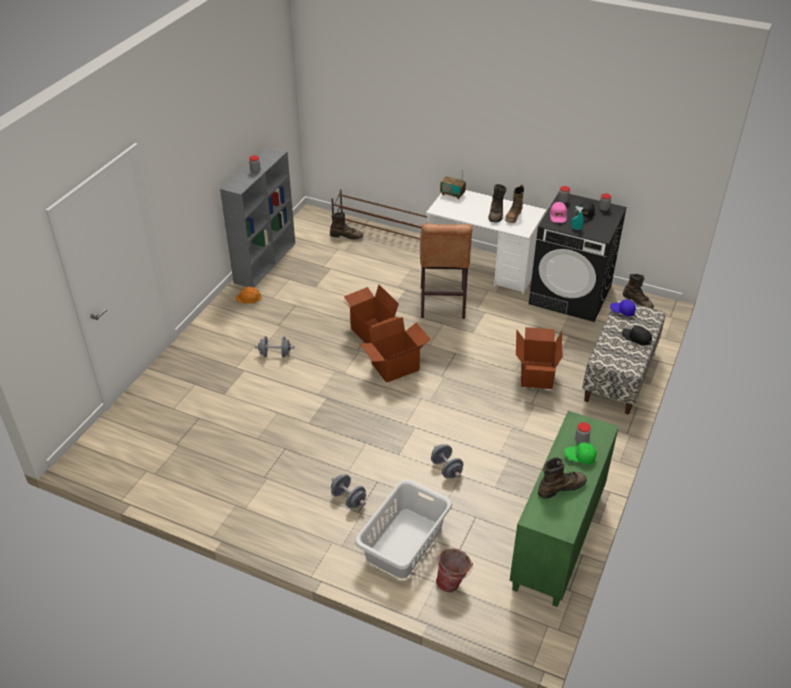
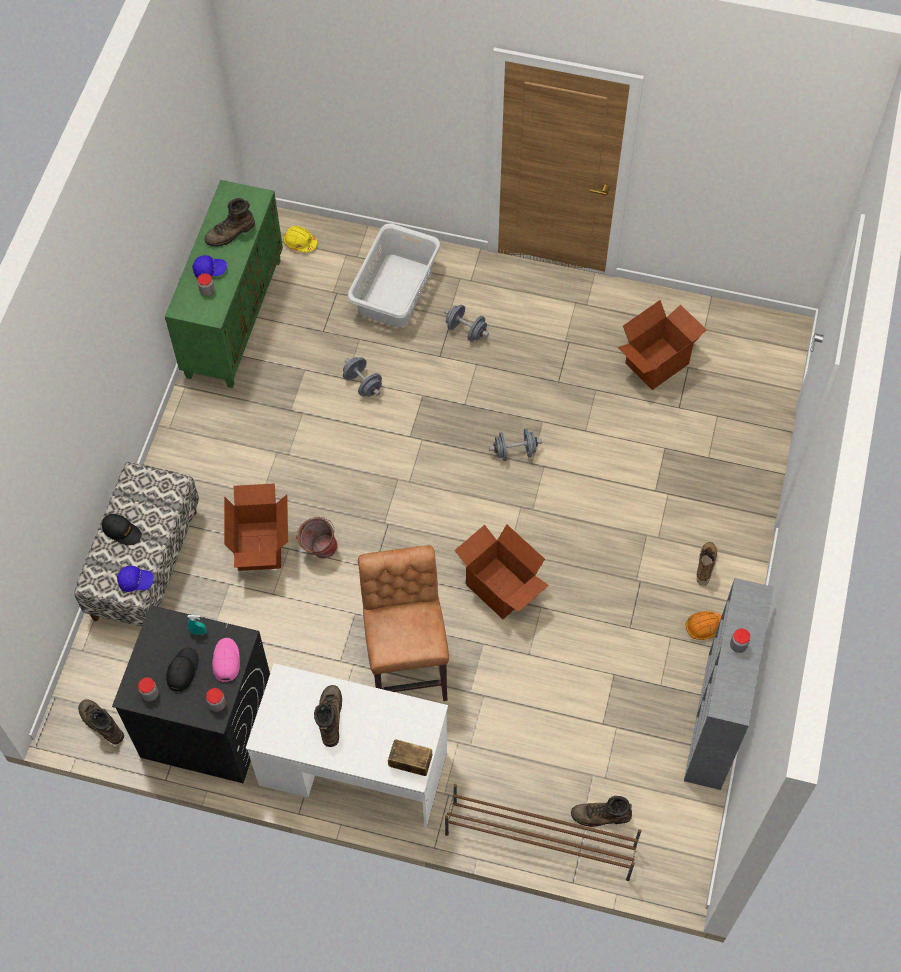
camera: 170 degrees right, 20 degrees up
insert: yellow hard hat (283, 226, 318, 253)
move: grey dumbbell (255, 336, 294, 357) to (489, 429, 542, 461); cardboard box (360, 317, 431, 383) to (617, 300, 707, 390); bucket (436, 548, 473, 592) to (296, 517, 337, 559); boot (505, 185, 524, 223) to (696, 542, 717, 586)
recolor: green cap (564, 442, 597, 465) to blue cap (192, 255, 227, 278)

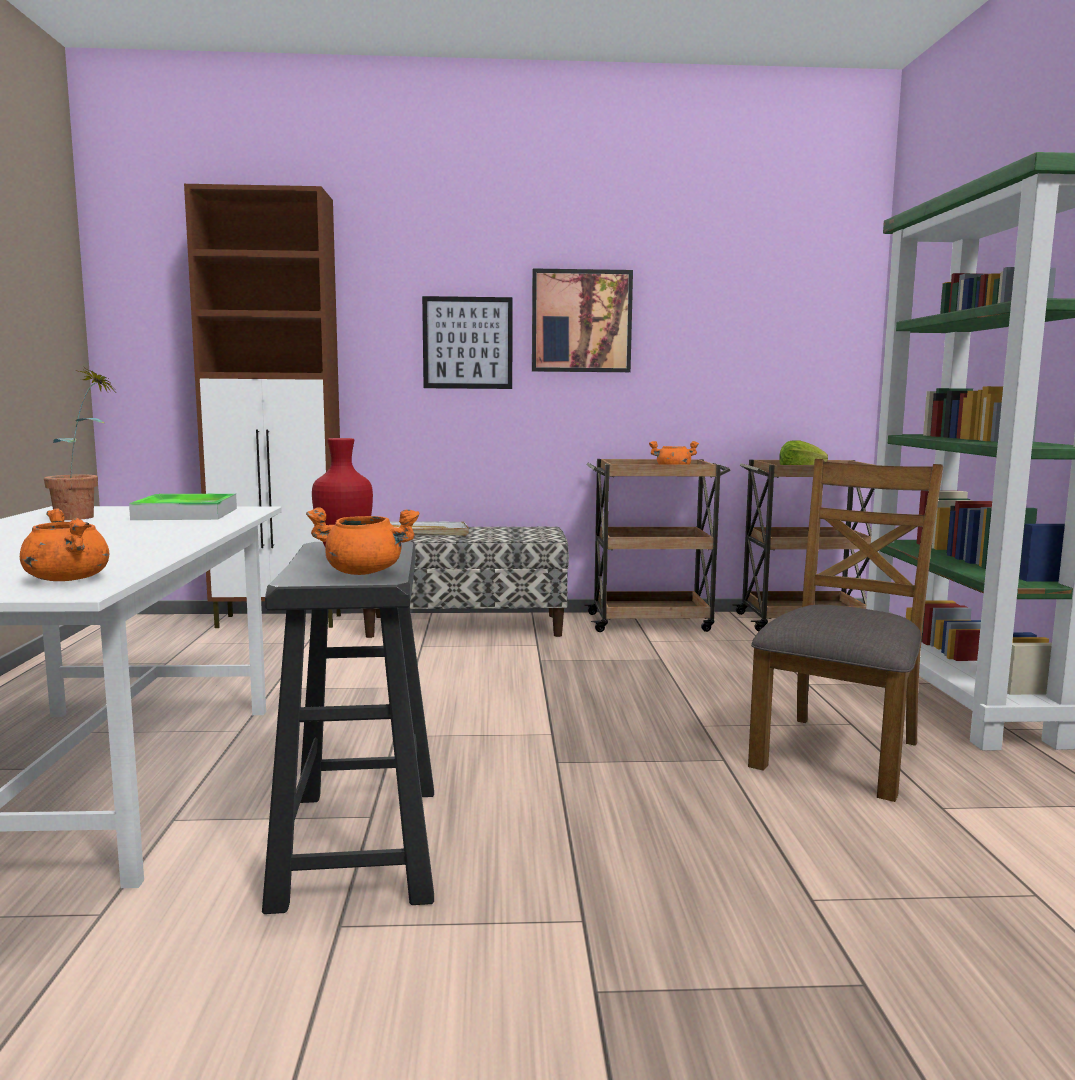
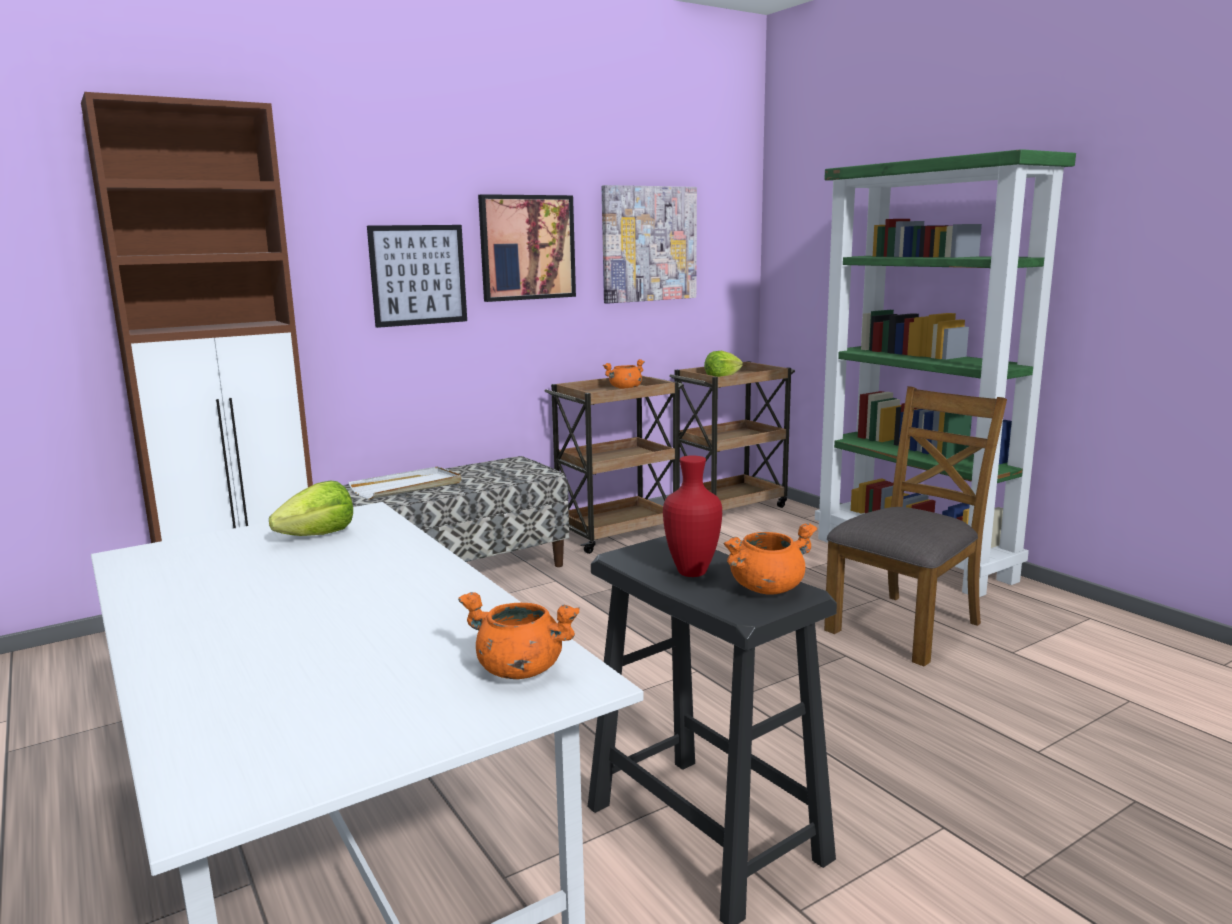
camera: 30 degrees left, 5 degrees up
delete: potted plant (44, 366, 115, 520)
insert: picture (602, 185, 697, 304)
replace: tray (129, 493, 237, 520) to lettuce (269, 481, 353, 536)
rotate: brown chair (748, 459, 943, 802) = (824, 386, 1007, 666) 45 degrees clockwise

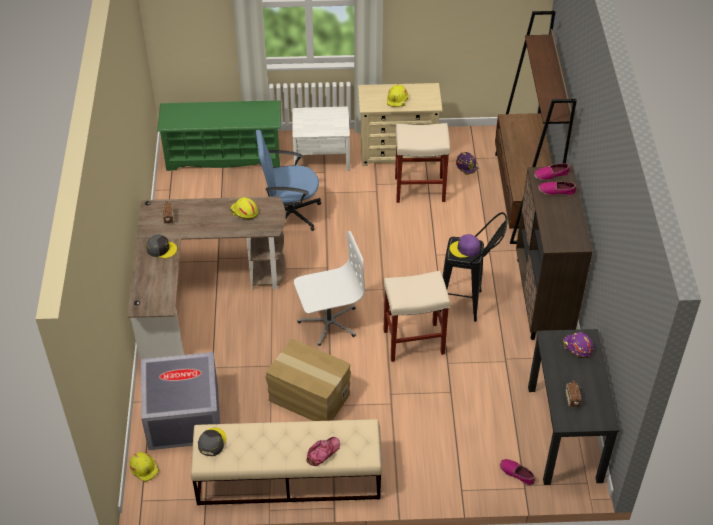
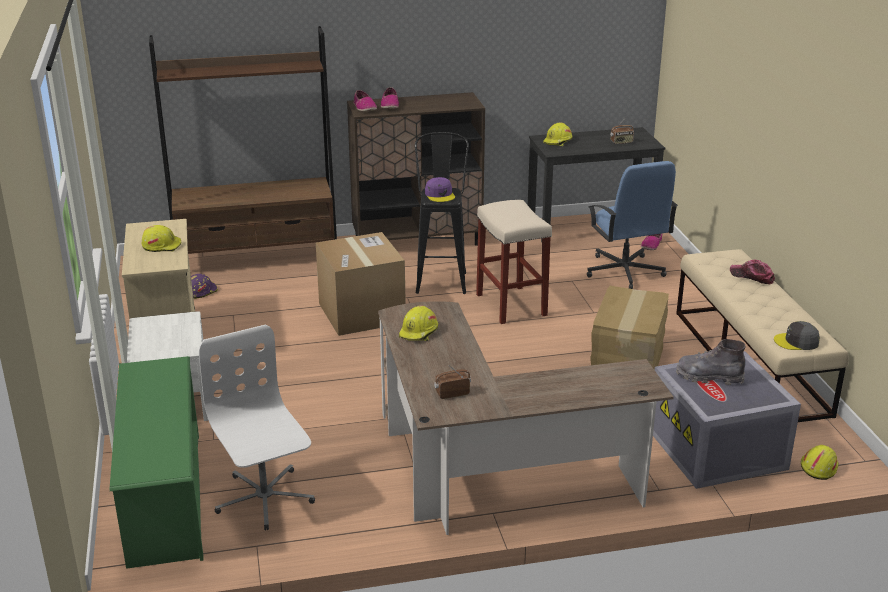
camera: 100 degrees left, 20 degrees down
delete: grey cap (146, 235, 177, 258); beige stool (395, 123, 450, 203)
insert: cardboard box (316, 232, 406, 336); grey boot (676, 339, 745, 385)
move: blue office chair (256, 130, 321, 231) to (587, 161, 678, 289); white office chair (294, 231, 365, 346) to (199, 324, 315, 530)
recolor: purple hard hat (563, 332, 594, 358) to yellow hard hat (543, 122, 573, 146)

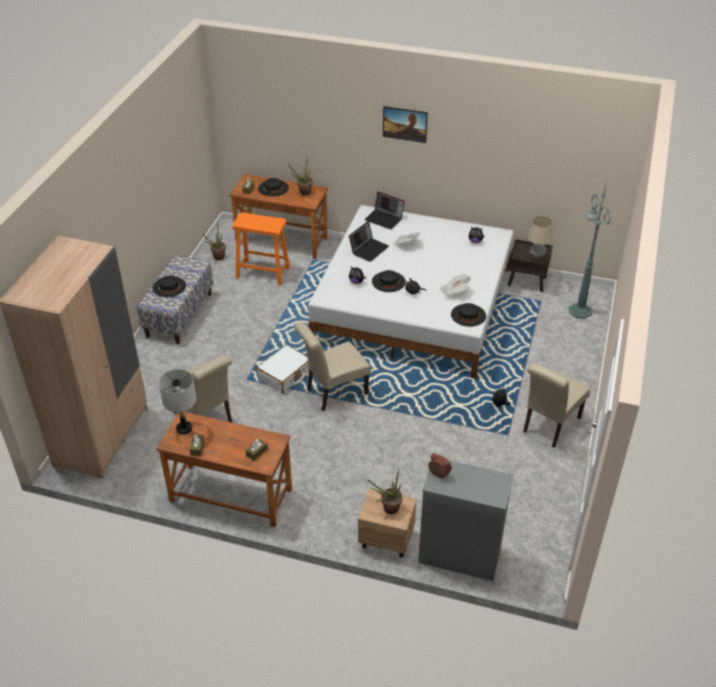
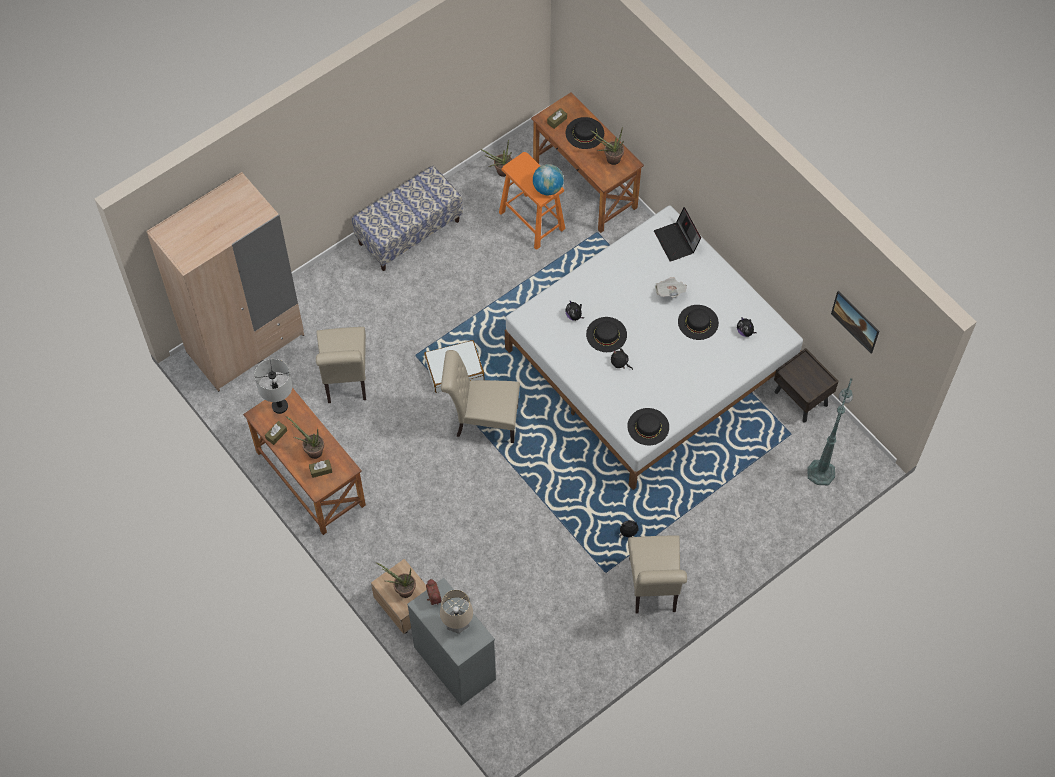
camera: 35 degrees right, 20 degrees up
delete: laptop (349, 221, 389, 262); newspaper (440, 274, 471, 297)
insert: potted plant (286, 416, 324, 459); globe (533, 164, 564, 195)
move: black hat (152, 275, 186, 297) to (678, 305, 719, 340); picture (383, 106, 428, 143) to (831, 291, 879, 354); table lamp (528, 216, 553, 260) to (440, 590, 473, 634)
rotate: beige chair (523, 363, 590, 448) = (628, 535, 687, 613) 75 degrees counterclockwise

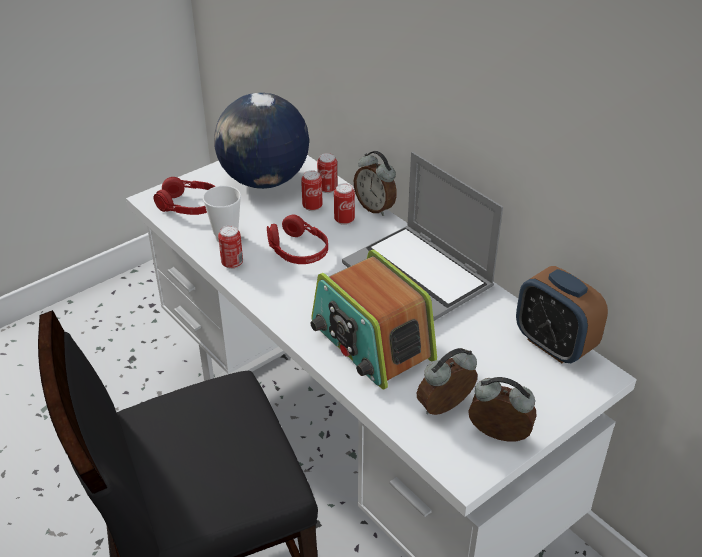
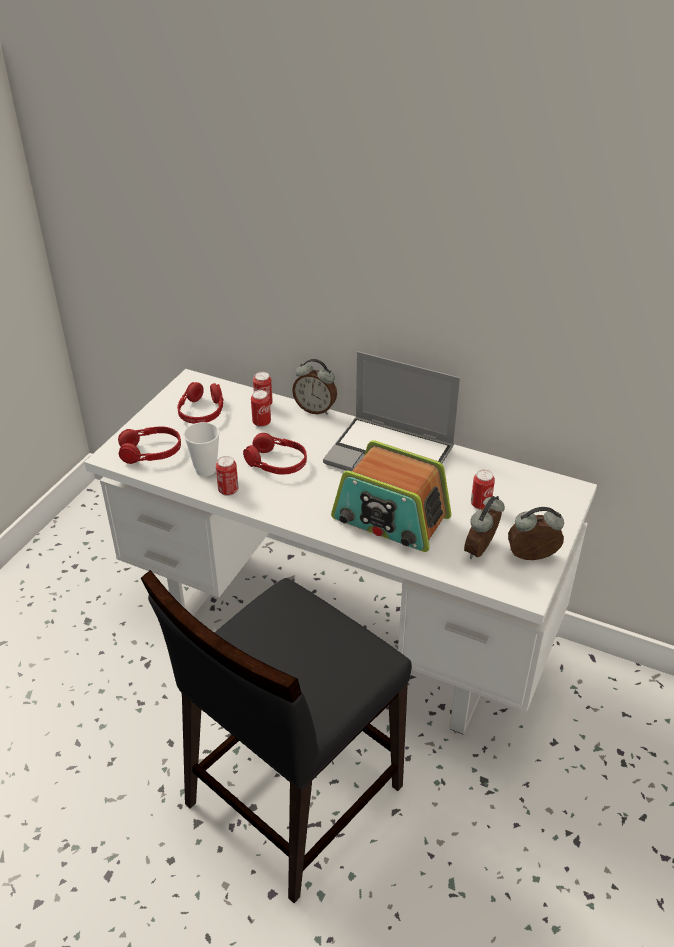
camera: 25 degrees left, 0 degrees up
delete: alarm clock (516, 266, 608, 363)
move: can (334, 183, 355, 225) to (471, 470, 495, 510)
replace: globe (214, 93, 309, 189) to red headphones (177, 382, 224, 424)

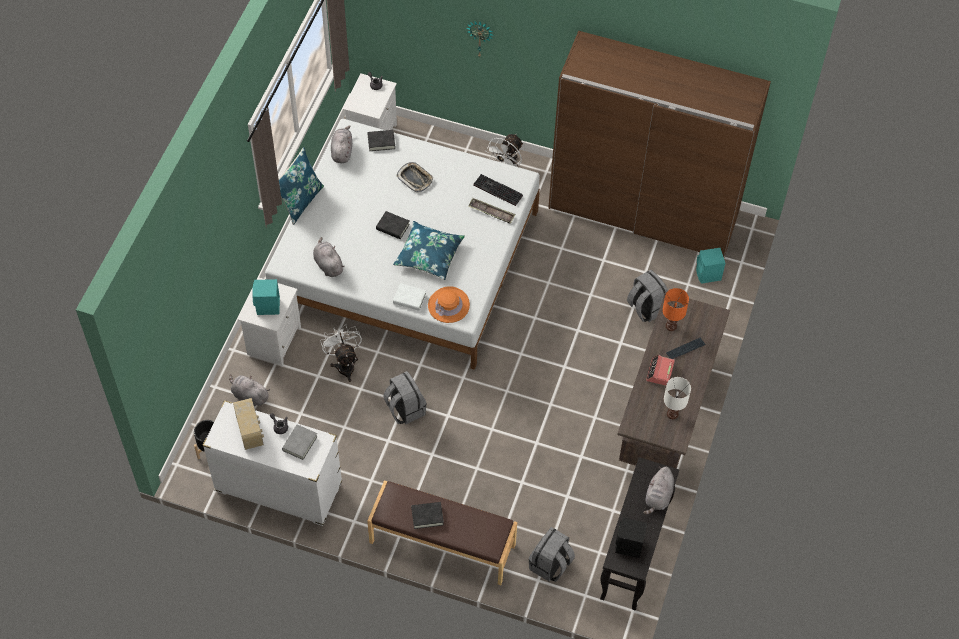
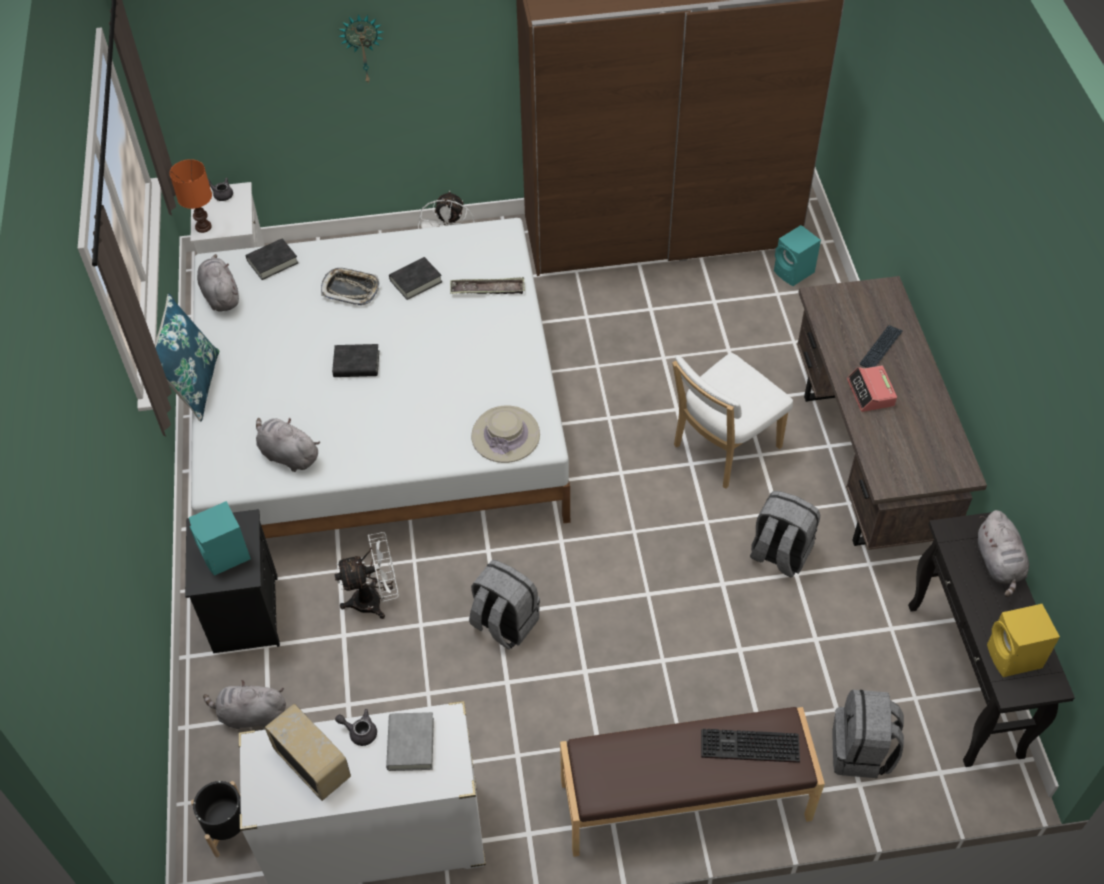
camera: 25 degrees left, 5 degrees down
delete: blue pillow (393, 221, 465, 280); white book (393, 283, 426, 311); white table lamp (664, 377, 691, 419)
insert: white chair (672, 353, 793, 489)
move: black book (411, 502, 444, 529) to (389, 257, 442, 300); keyboard (473, 174, 523, 206) to (701, 729, 800, 763); grey backpack (627, 270, 668, 322) to (750, 491, 820, 577); orange table lamp (662, 288, 689, 331) to (170, 159, 212, 233)
recolor: white nightstand (238, 278, 301, 366) to black nightstand (185, 509, 280, 653); orange hat (428, 286, 470, 323) to beige hat (471, 405, 540, 463); black speaker (615, 517, 647, 558) to yellow speaker (987, 604, 1060, 677)
rotate: white fan (320, 324, 362, 382) = (334, 532, 399, 619) 120 degrees clockwise

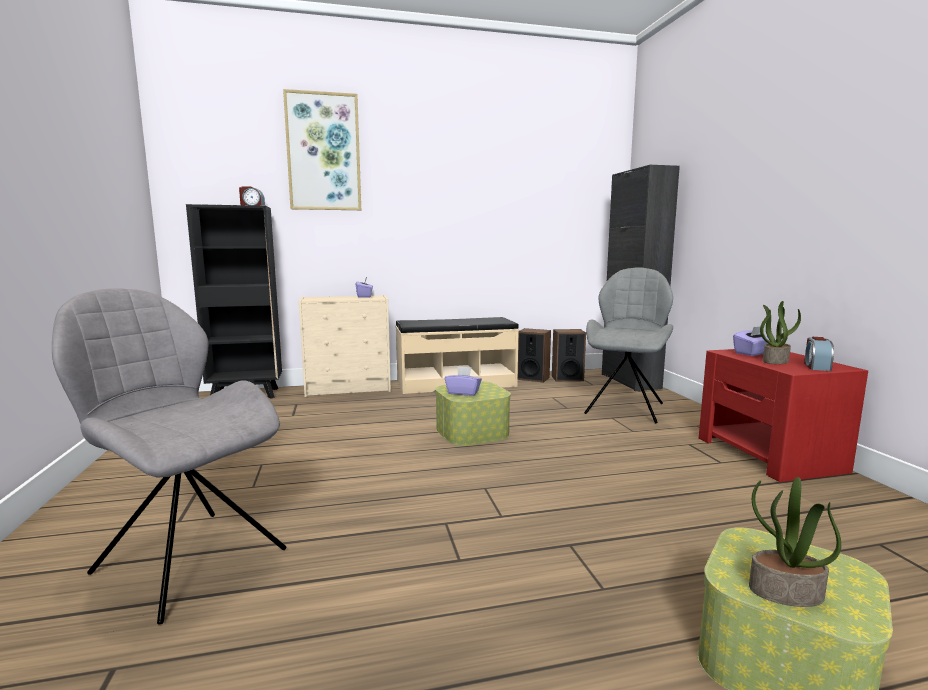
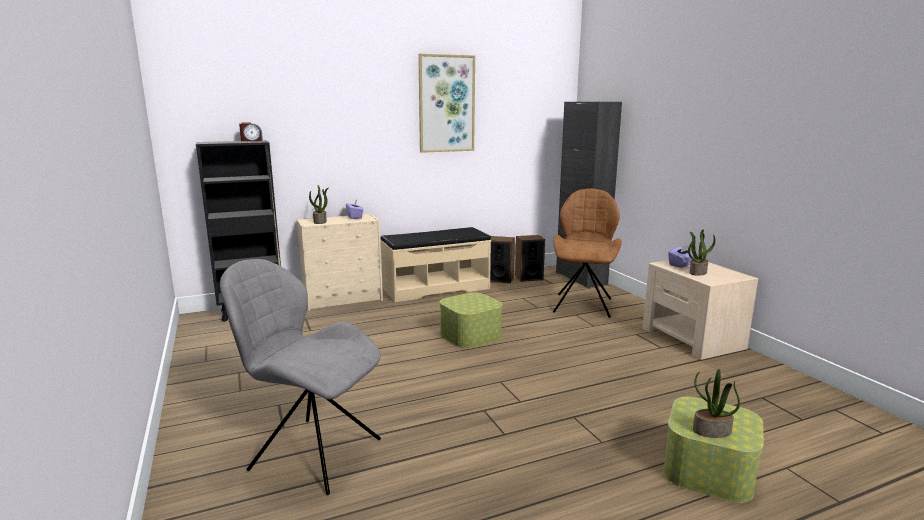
camera: 10 degrees left, 5 degrees up
delete: purple tissue box (445, 366, 482, 396); alarm clock (804, 337, 834, 371)
insert: potted plant (309, 185, 328, 224)
move: picture (283, 89, 361, 210) to (418, 54, 475, 153)
recolor: grey chair (584, 267, 673, 423) to brown chair (553, 188, 621, 318); red nightstand (699, 349, 868, 482) to beige nightstand (643, 260, 758, 360)

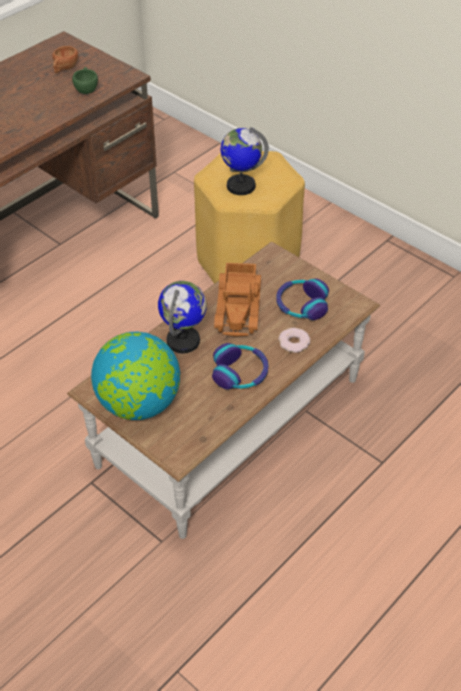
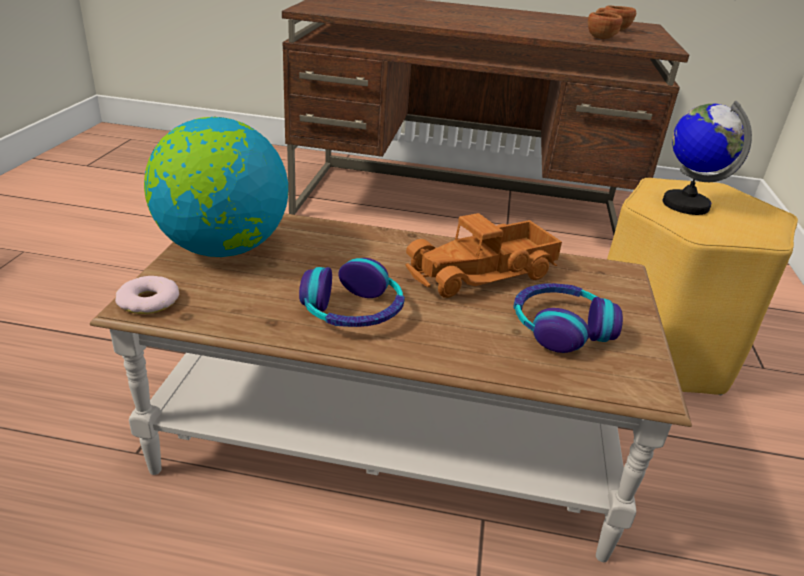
camera: 55 degrees right, 15 degrees down
delete: globe (158, 281, 207, 353)
move: donut (278, 328, 310, 353) to (115, 276, 179, 314)
recolor: green cup (72, 67, 98, 94) to brown cup (588, 12, 623, 39)

